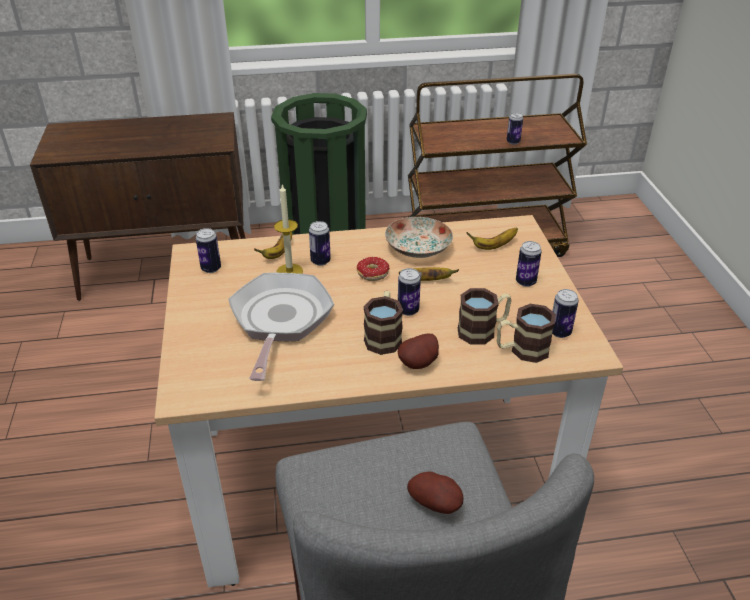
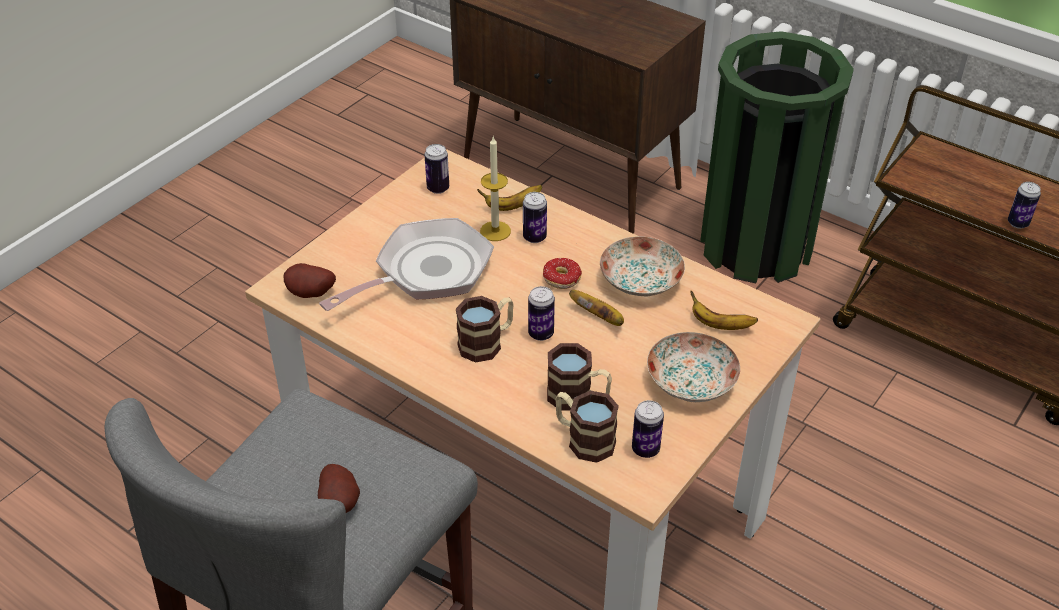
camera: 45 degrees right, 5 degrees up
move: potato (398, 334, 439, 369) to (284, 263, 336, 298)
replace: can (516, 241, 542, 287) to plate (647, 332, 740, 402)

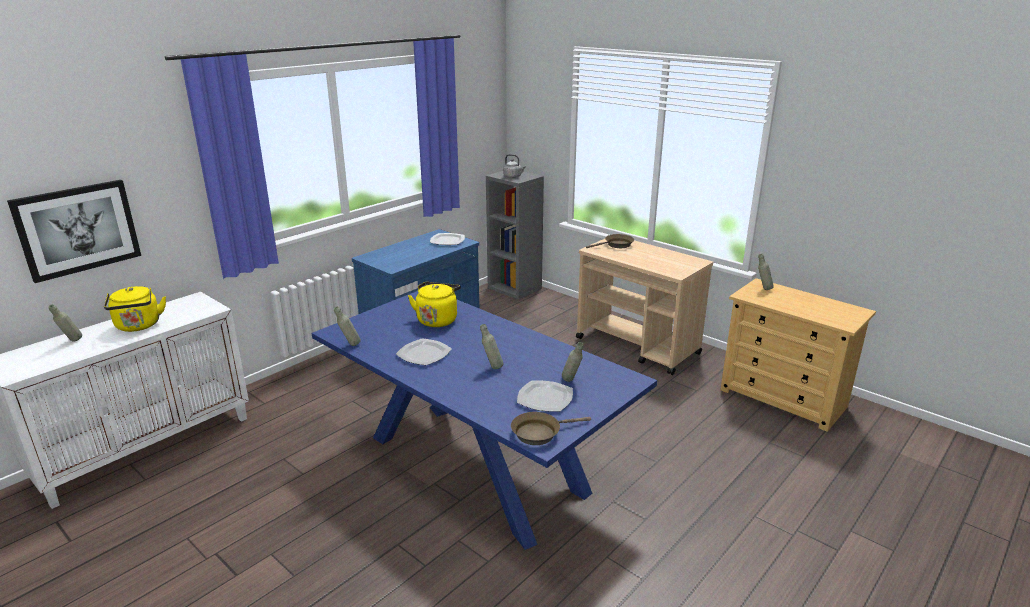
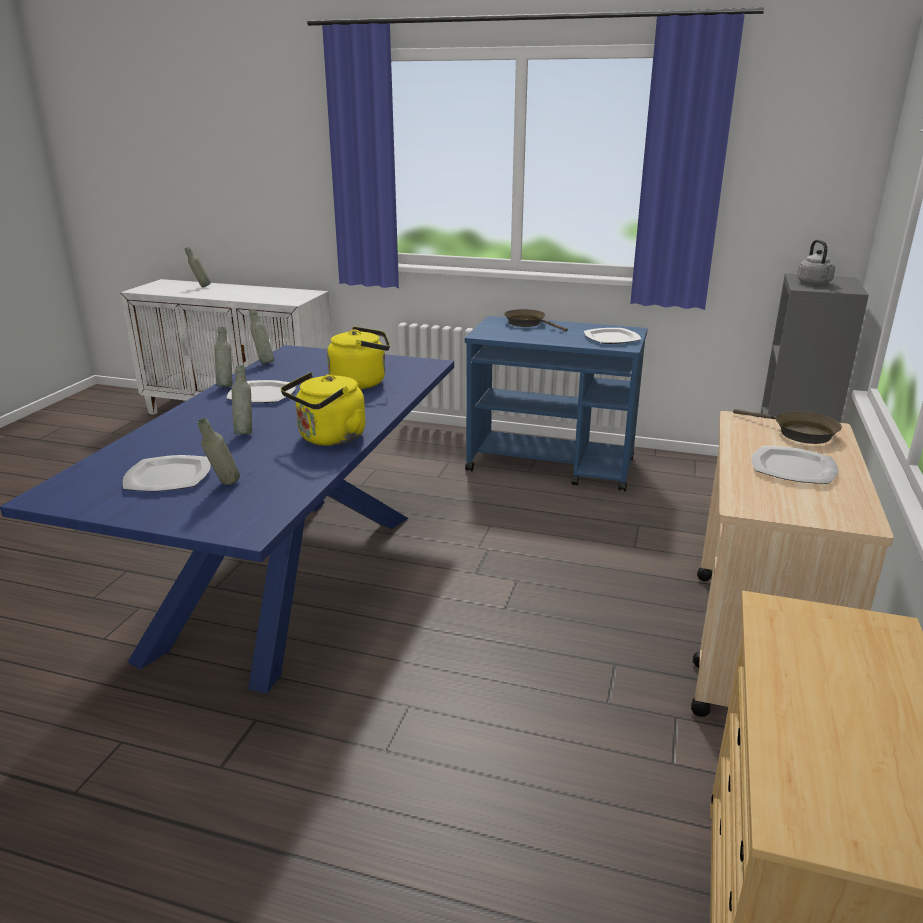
camera: 65 degrees right, 0 degrees up
delete: picture (7, 180, 141, 283)
insert: plate (751, 446, 839, 484)
move: yellow kettle (104, 286, 166, 332) to (281, 372, 365, 446); brown frying pan (511, 412, 591, 445) to (504, 309, 568, 332); grey bottle (758, 254, 774, 290) to (214, 327, 232, 387)

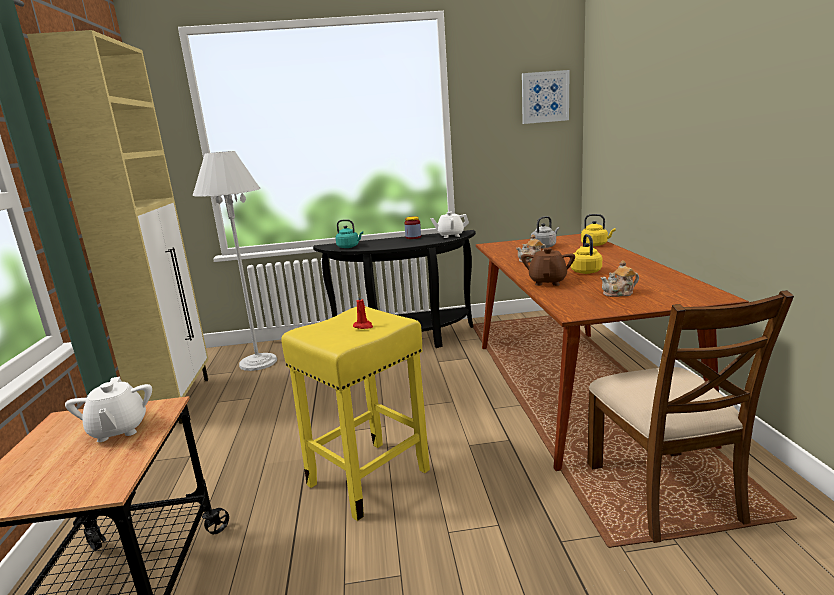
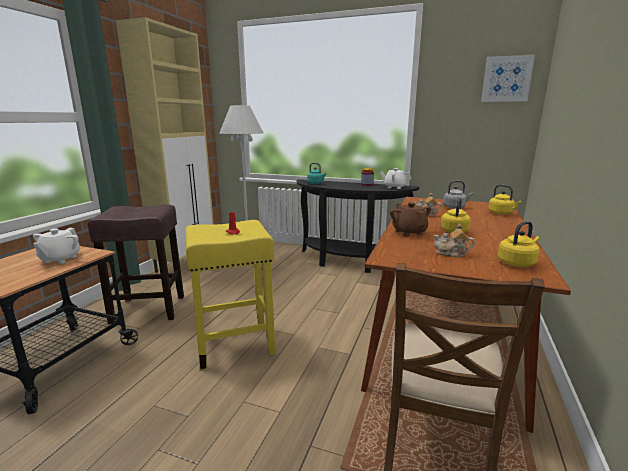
camera: 25 degrees right, 0 degrees up
insert: brown stool (88, 205, 184, 324); yellow kettle (498, 221, 539, 267)
rotate: brown teapot (521, 248, 575, 286) = (390, 202, 431, 236) 60 degrees counterclockwise

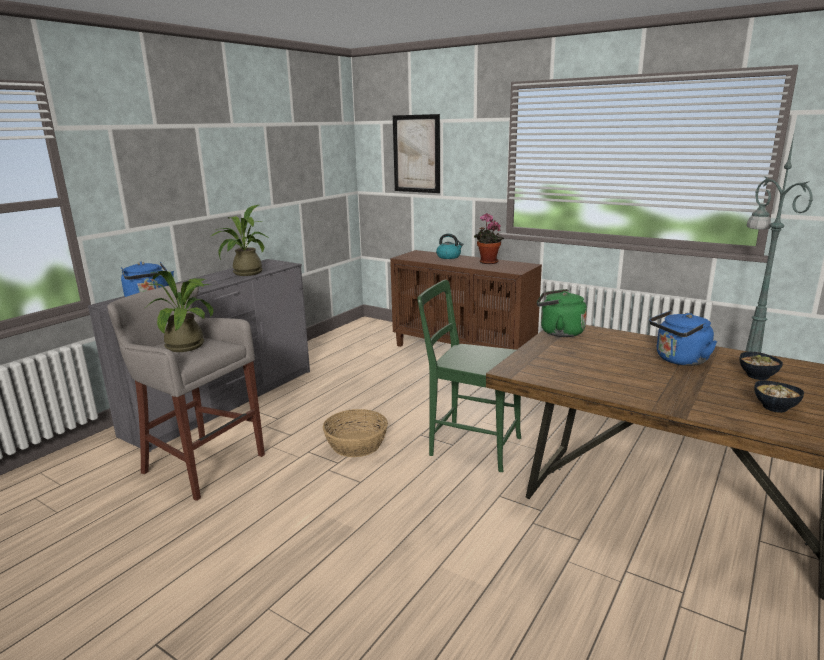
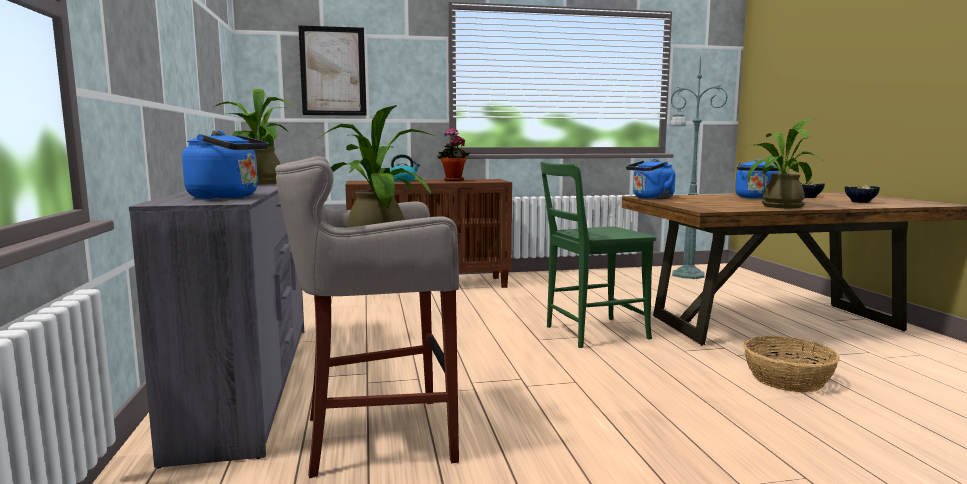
camera: 45 degrees left, 10 degrees down
insert: potted plant (745, 119, 822, 209)
move: basket (323, 409, 388, 457) to (743, 336, 840, 392)
recolor: green kettle (537, 289, 587, 337) to blue kettle (626, 159, 675, 199)

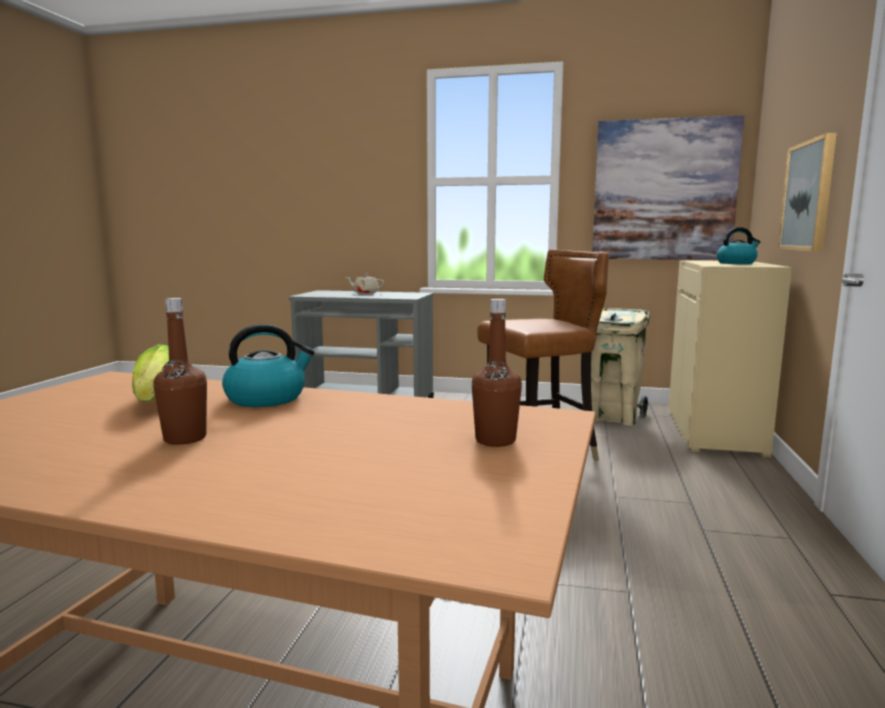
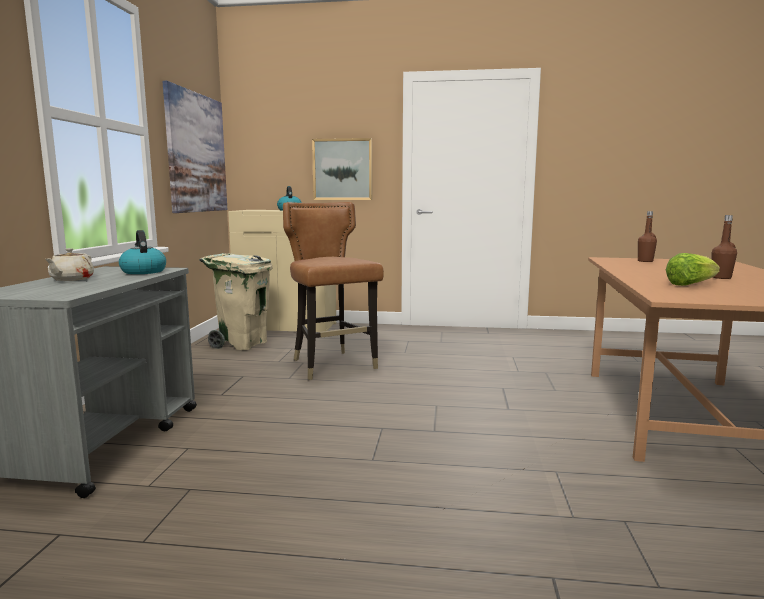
camera: 95 degrees left, 0 degrees up
move: kettle (222, 324, 315, 407) to (119, 230, 166, 274)

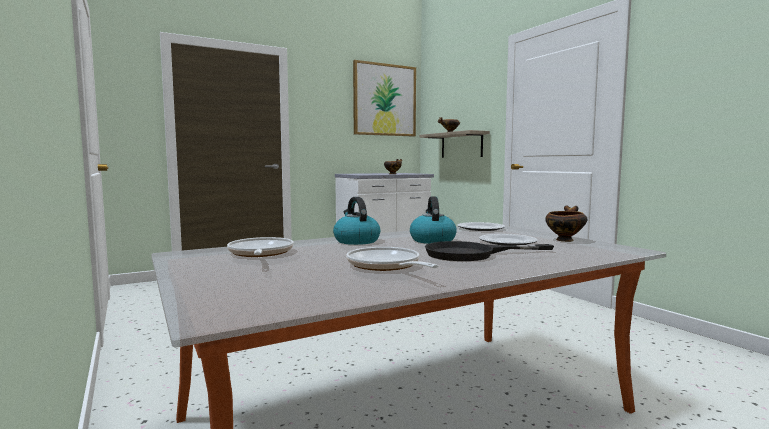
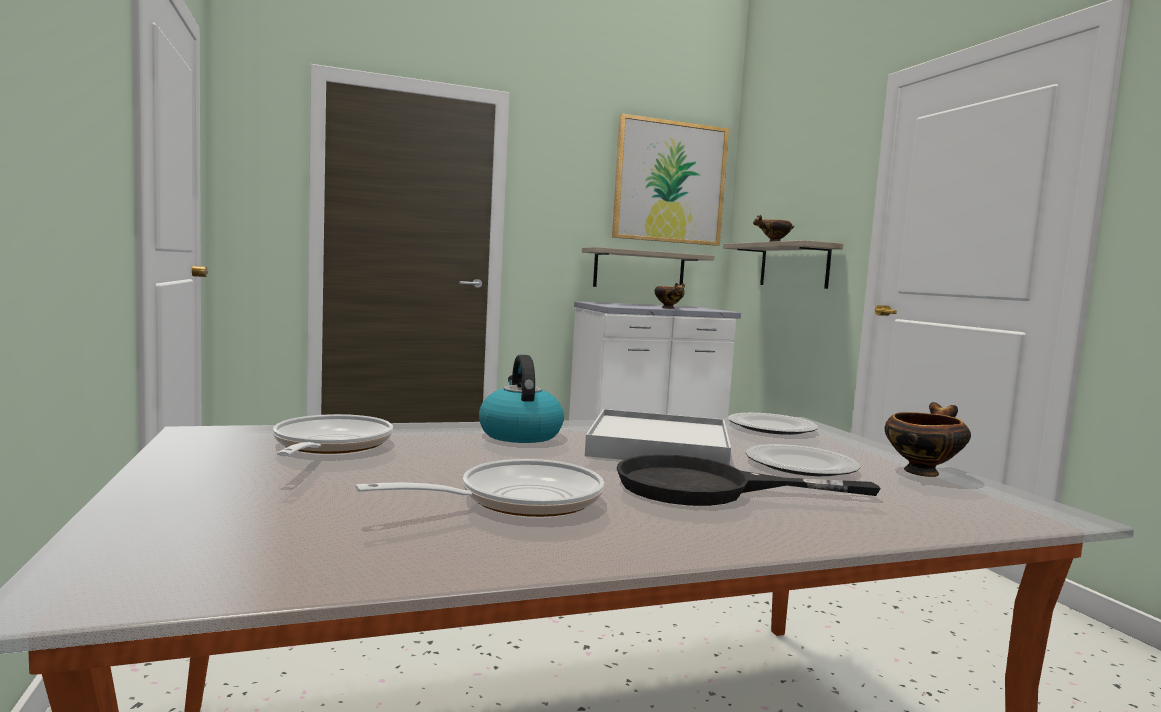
camera: 10 degrees right, 0 degrees up
insert: shelf (582, 247, 714, 287)
replace: kettle (410, 196, 457, 244) to white tray (585, 409, 731, 465)
rotate: frying pan (346, 247, 439, 271) = (355, 459, 604, 517) 75 degrees clockwise

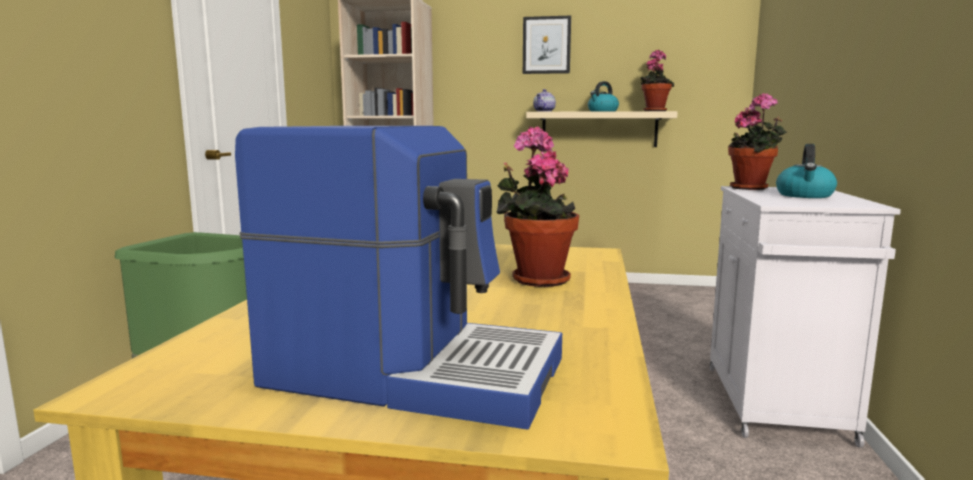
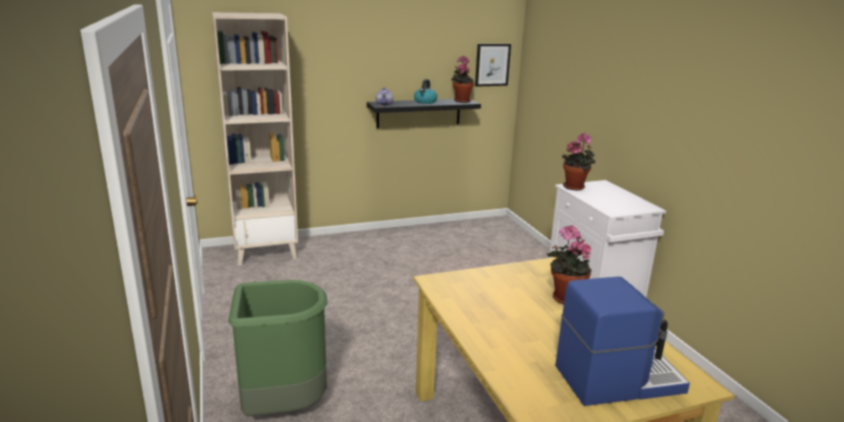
camera: 30 degrees left, 10 degrees up
delete: kettle (776, 144, 837, 198)
move: picture (523, 16, 571, 74) to (475, 44, 511, 87)
recolor: beige shelf (526, 111, 678, 147) to black shelf (367, 99, 481, 128)

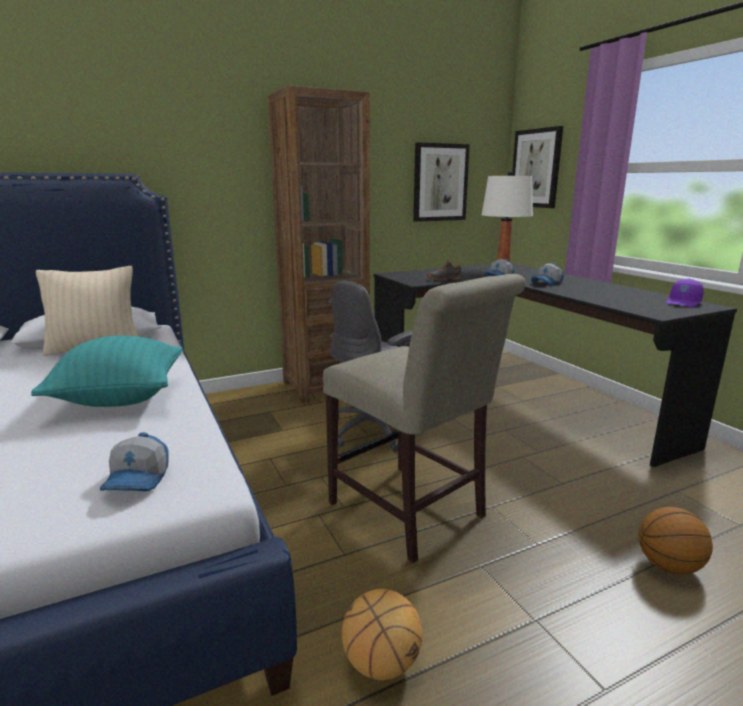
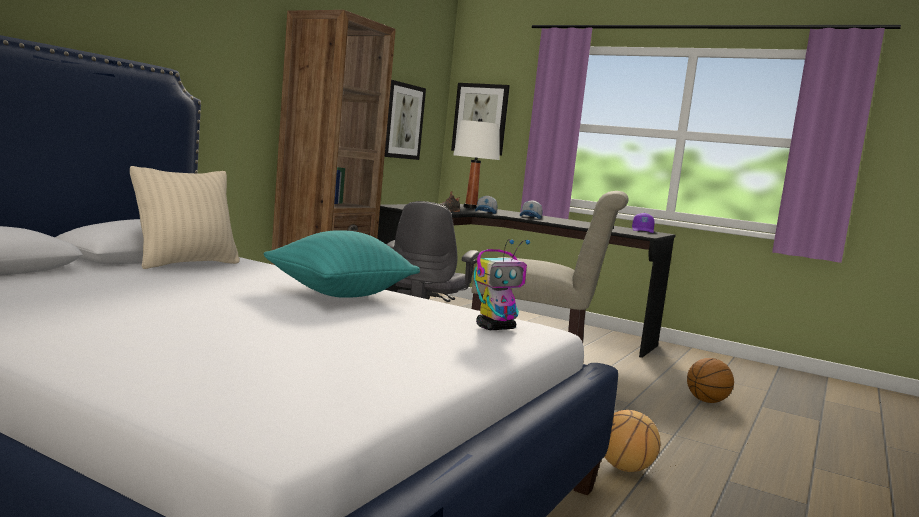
camera: 35 degrees left, 10 degrees down
replace: cap (100, 432, 169, 492) to toy robot (474, 239, 530, 330)

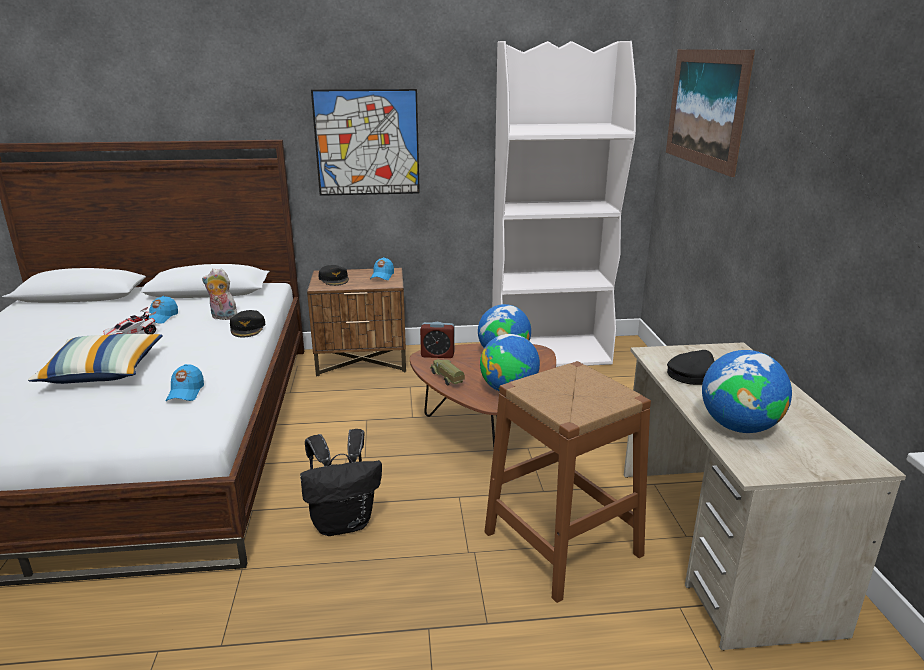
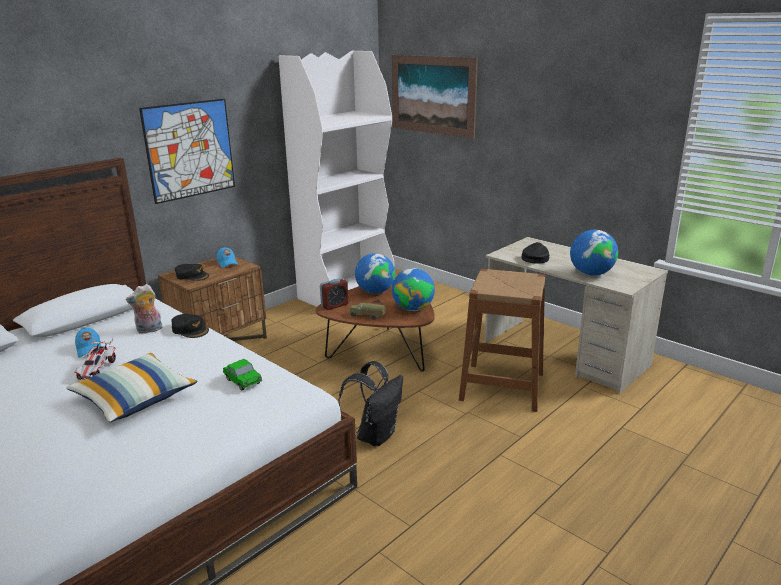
camera: 40 degrees left, 0 degrees up
replace: blue cap (166, 364, 204, 401) to toy car (223, 359, 262, 391)

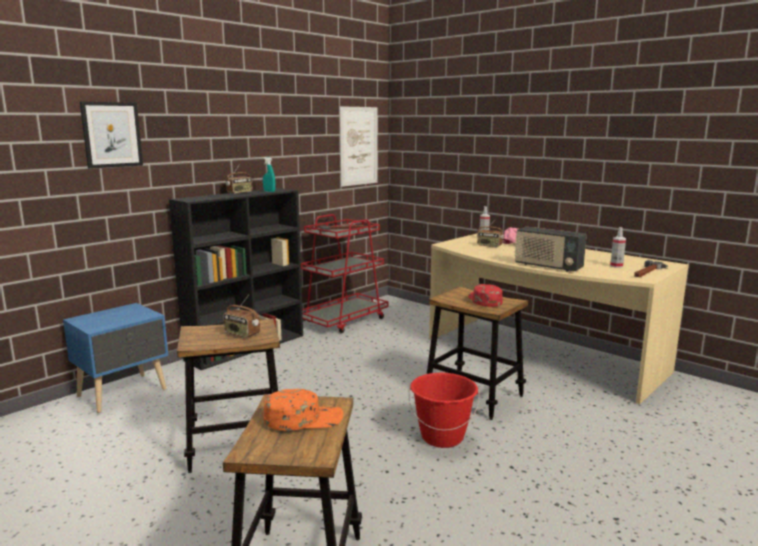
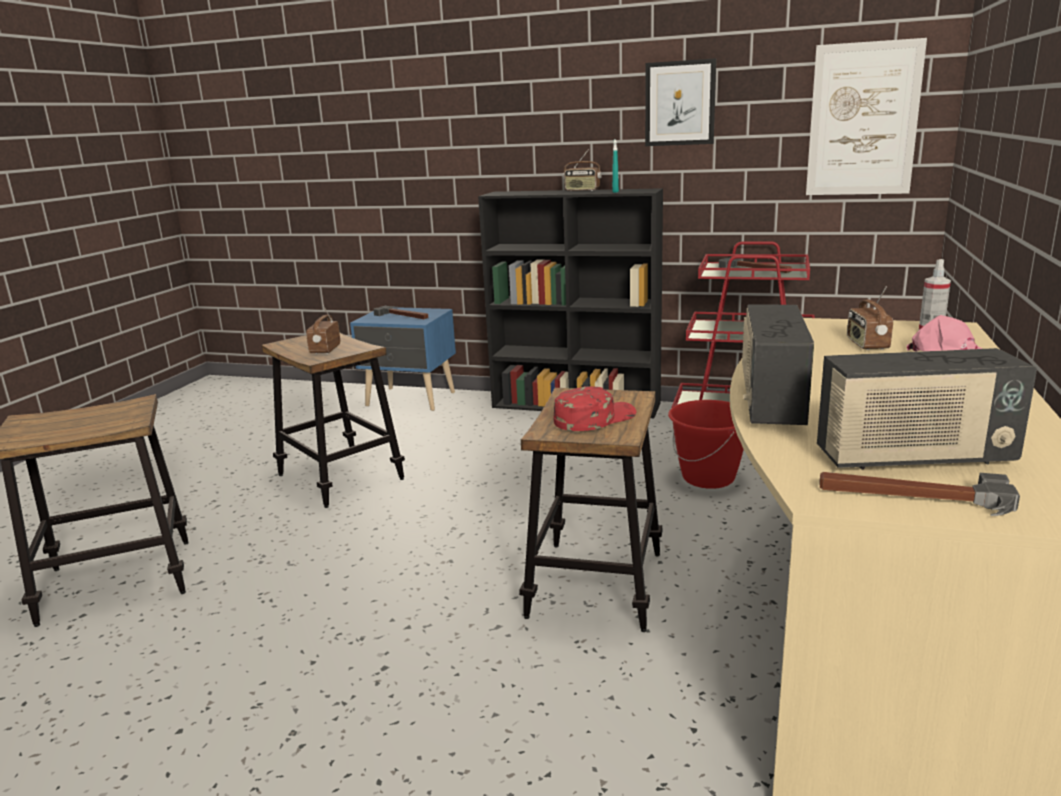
camera: 65 degrees right, 5 degrees up
delete: orange cap (264, 389, 343, 431)
insert: hammer (373, 306, 428, 319)
move: picture (80, 102, 143, 169) to (645, 58, 716, 146); red bucket (409, 373, 480, 448) to (668, 400, 744, 489)
replace: spray bottle (610, 227, 626, 268) to radio (817, 348, 1037, 470)

